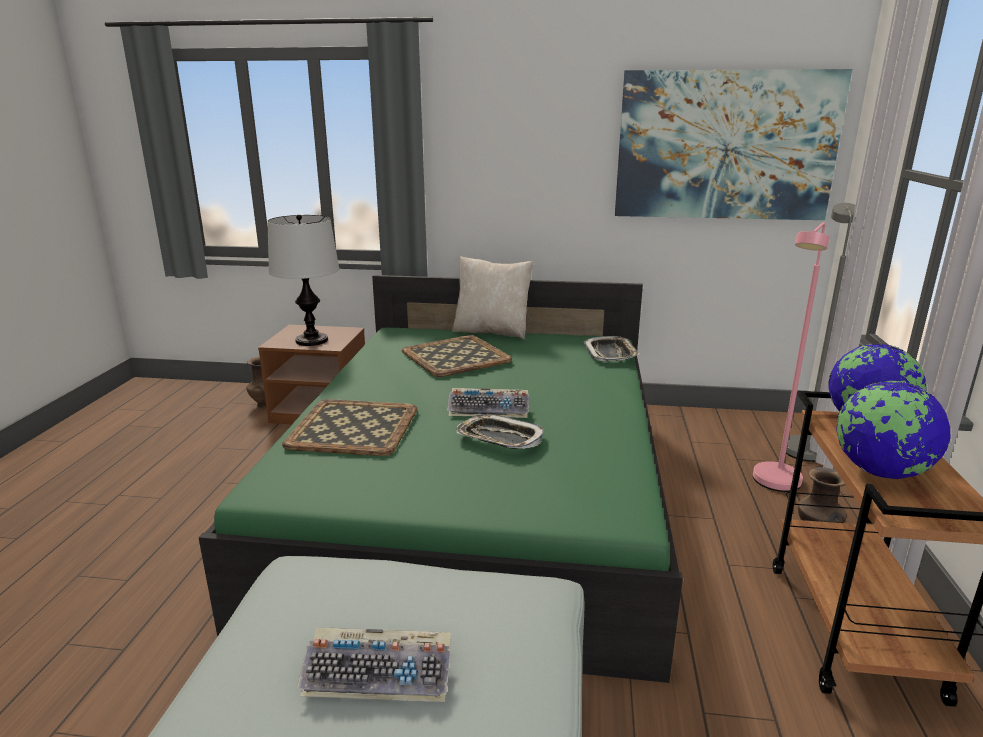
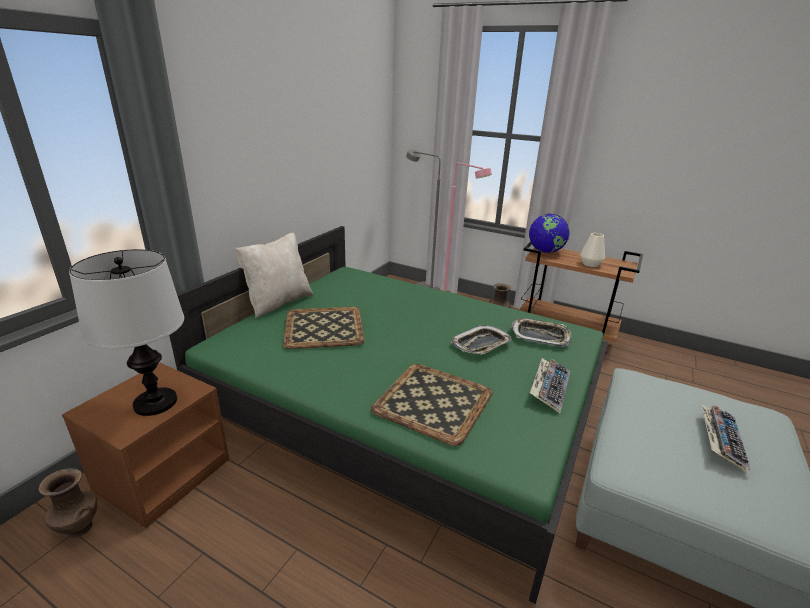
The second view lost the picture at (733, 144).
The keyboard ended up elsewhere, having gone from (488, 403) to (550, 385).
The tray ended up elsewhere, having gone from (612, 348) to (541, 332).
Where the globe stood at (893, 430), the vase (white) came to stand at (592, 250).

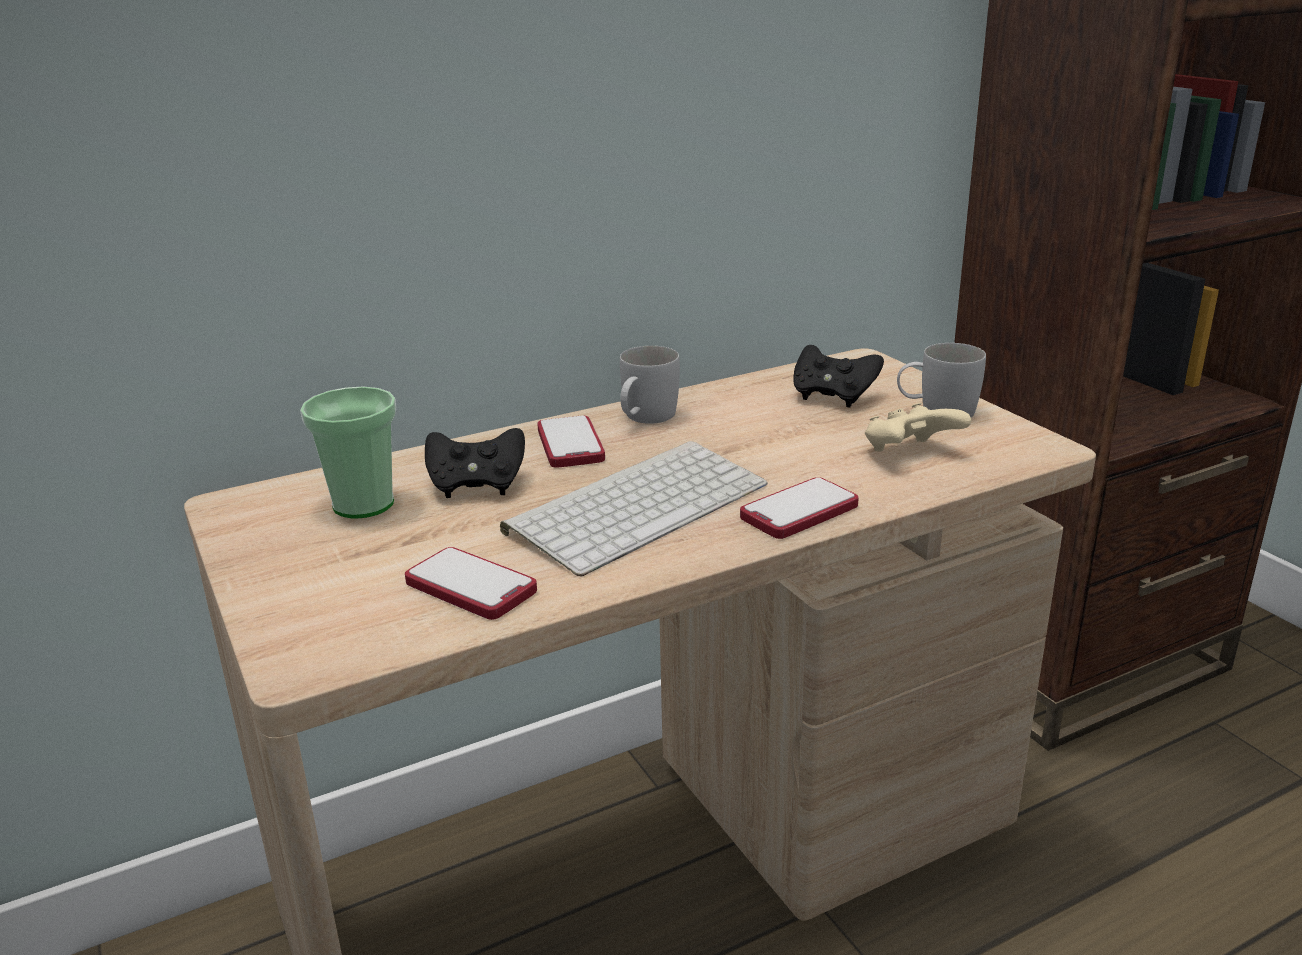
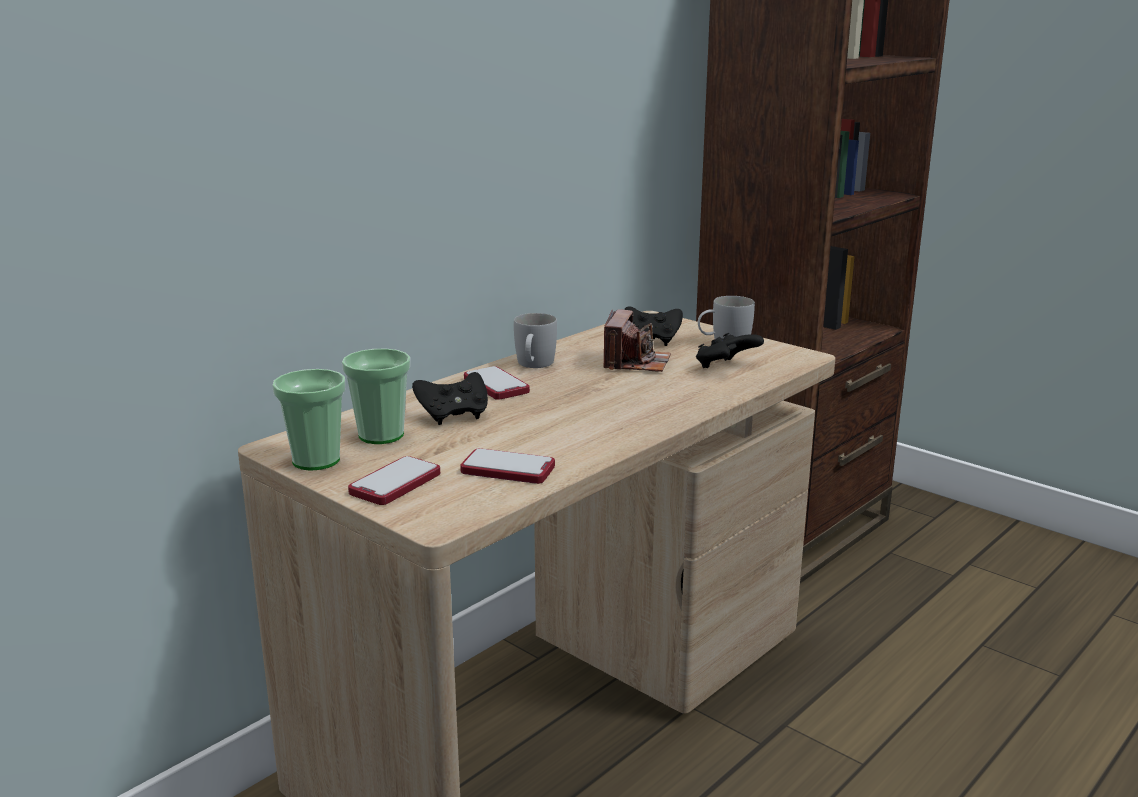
The second view lost the keyboard at (634, 508).
The second view gained the cup at (308, 420).
The second view gained the photo camera at (637, 340).
The phone ended up elsewhere, having gone from (799, 508) to (394, 480).
What was the game controller (beige) at (918, 427) turned into the game controller (black) at (730, 350).

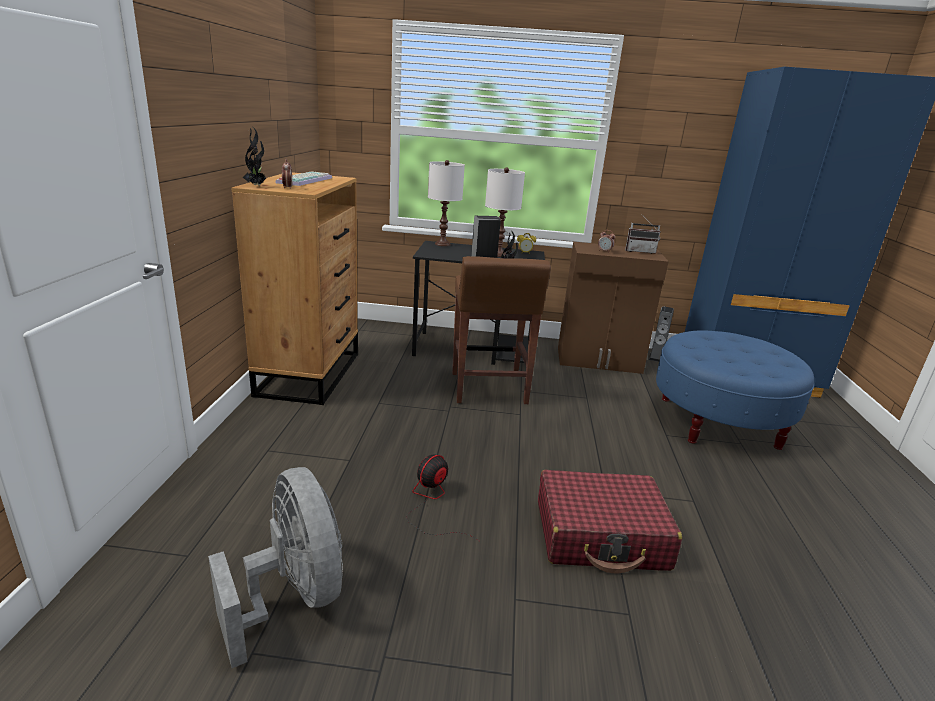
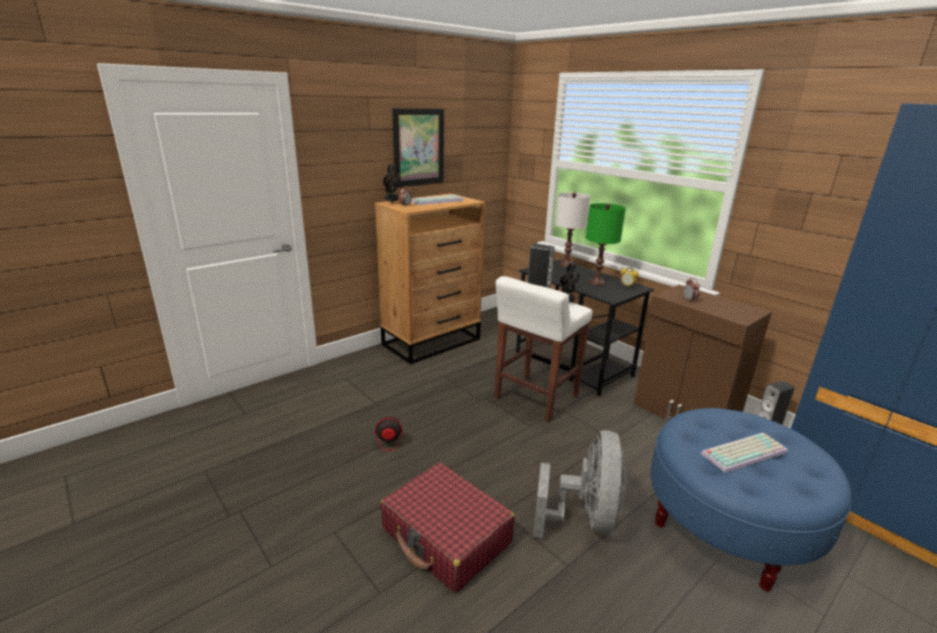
The second view lost the radio at (642, 234).
The second view gained the picture at (418, 147).
The second view gained the keyboard at (744, 453).
The fan (grey) ended up elsewhere, having gone from (275, 567) to (580, 484).
What was the stool (brown) at (501, 330) turned into the stool (white) at (543, 349).
What was the table lamp (white) at (505, 212) turned into the table lamp (green) at (606, 244).

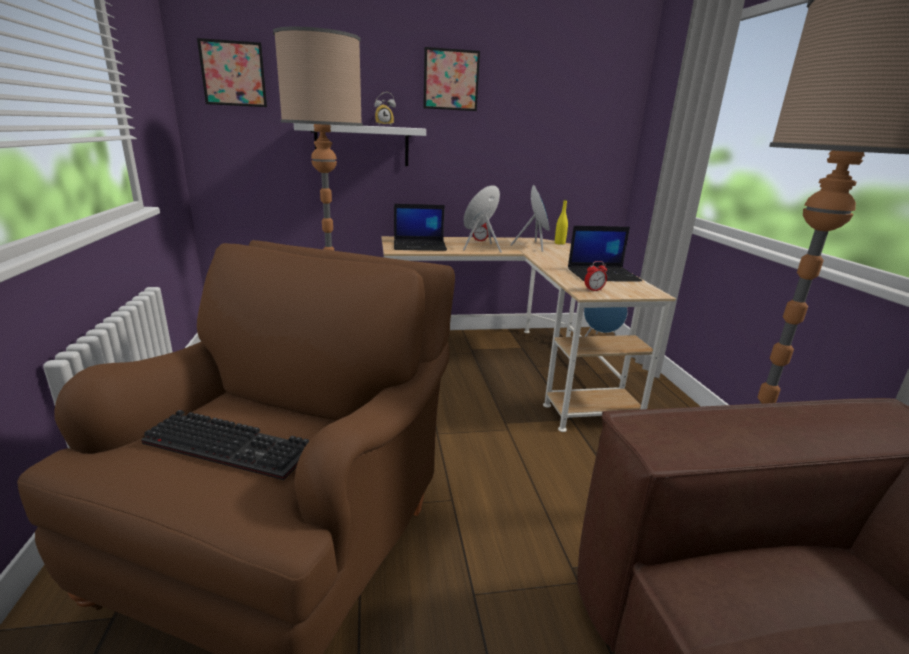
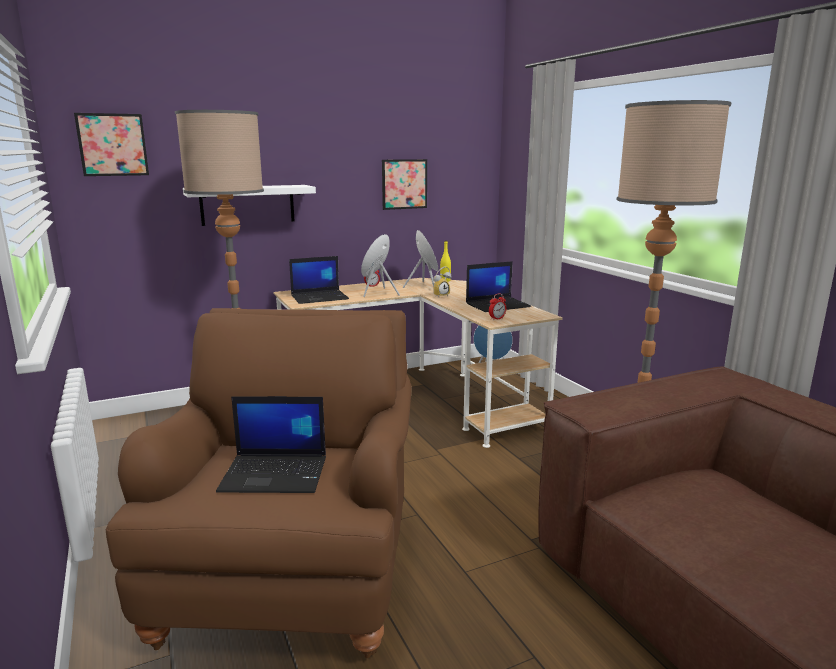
The alarm clock ended up elsewhere, having gone from (385, 109) to (442, 282).
The picture ended up elsewhere, having gone from (451, 79) to (404, 184).
Where the keyboard stood at (225, 445), the laptop came to stand at (271, 444).

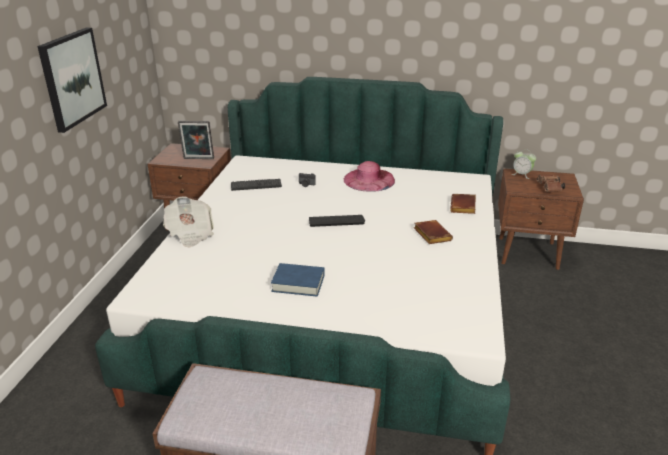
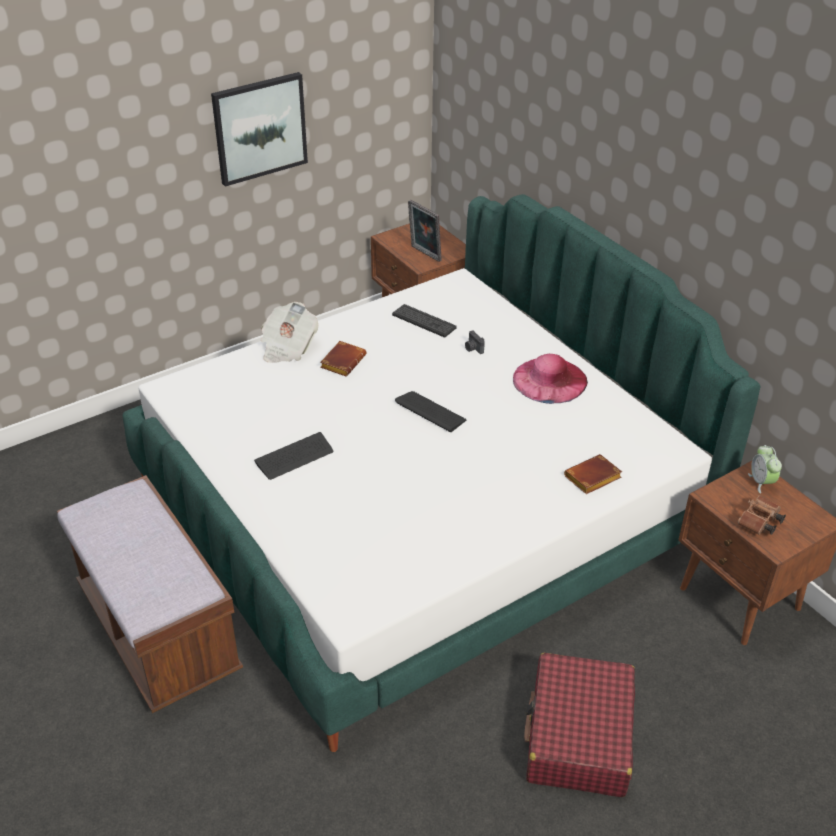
The second view gained the suitcase (red) at (579, 725).
The book (brown) ended up elsewhere, having gone from (433, 232) to (343, 359).
Where the book (blue) stood at (298, 280), the keyboard came to stand at (293, 456).

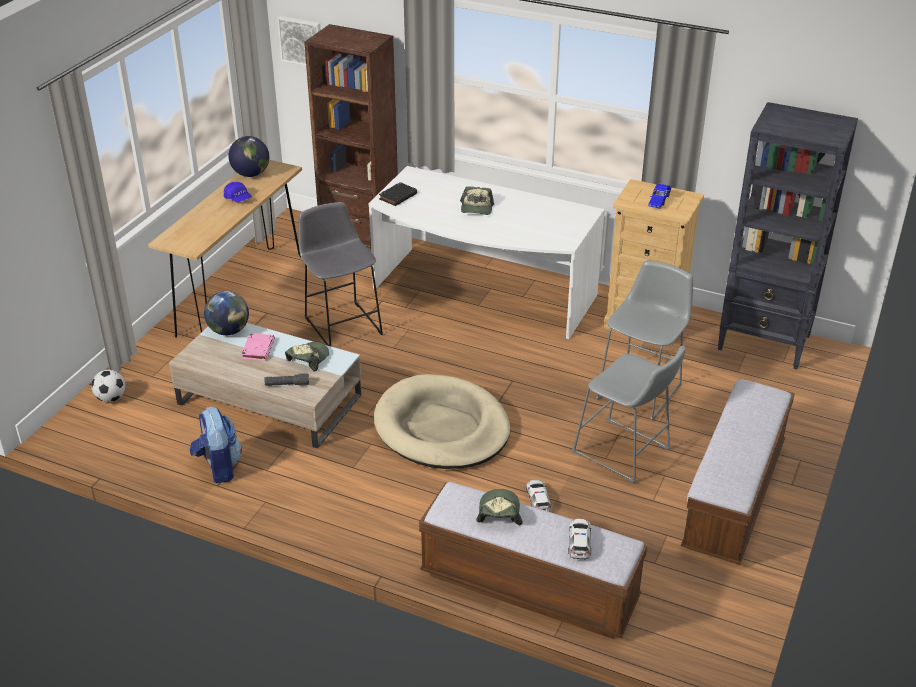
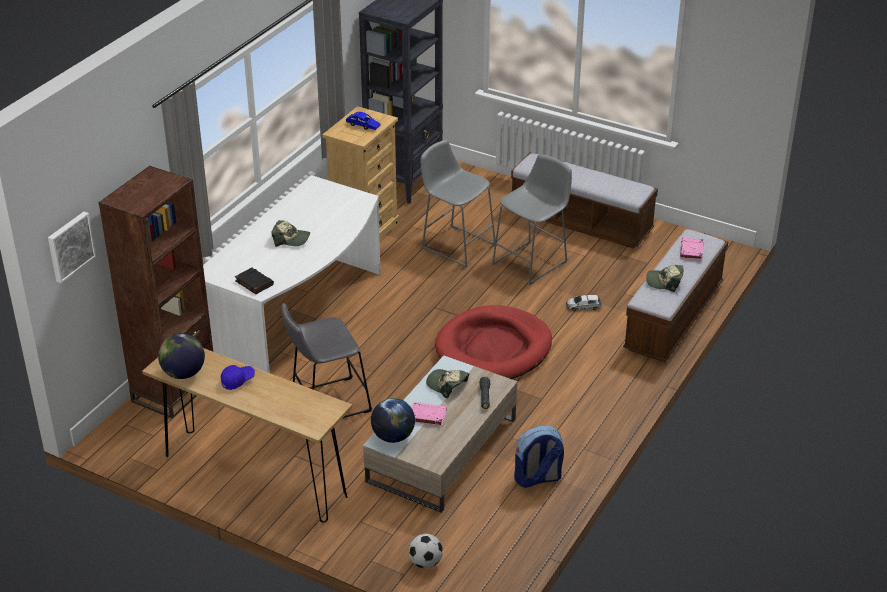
Where the toy car stood at (579, 539), the book (pink) came to stand at (692, 249).
What was the dog bed (beige) at (442, 421) turned into the dog bed (red) at (493, 342).

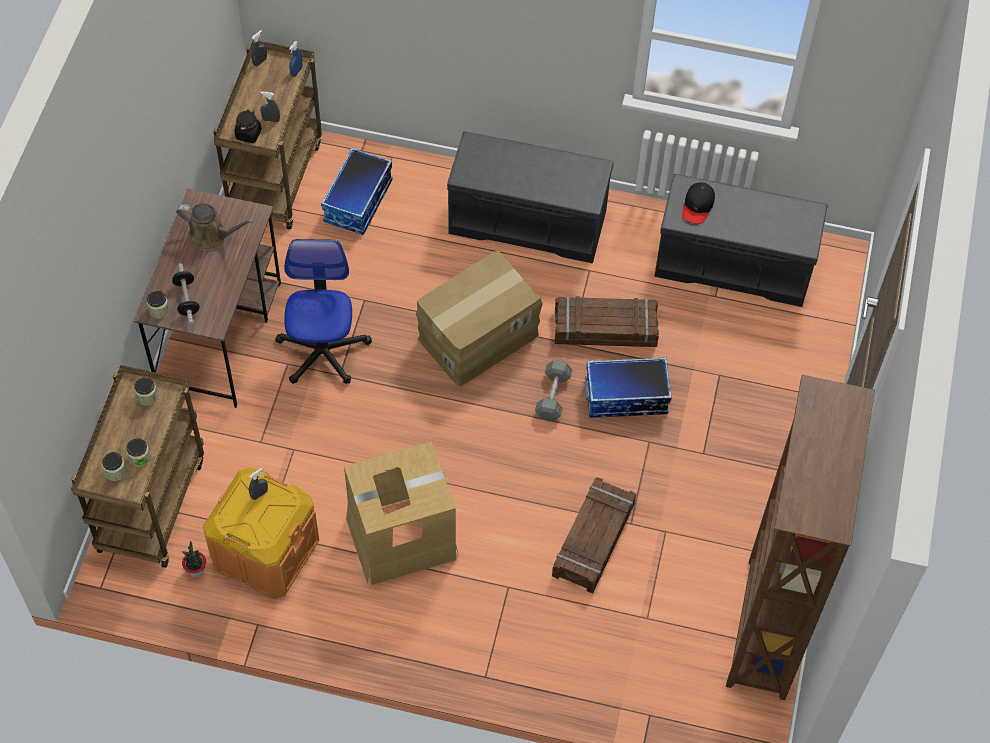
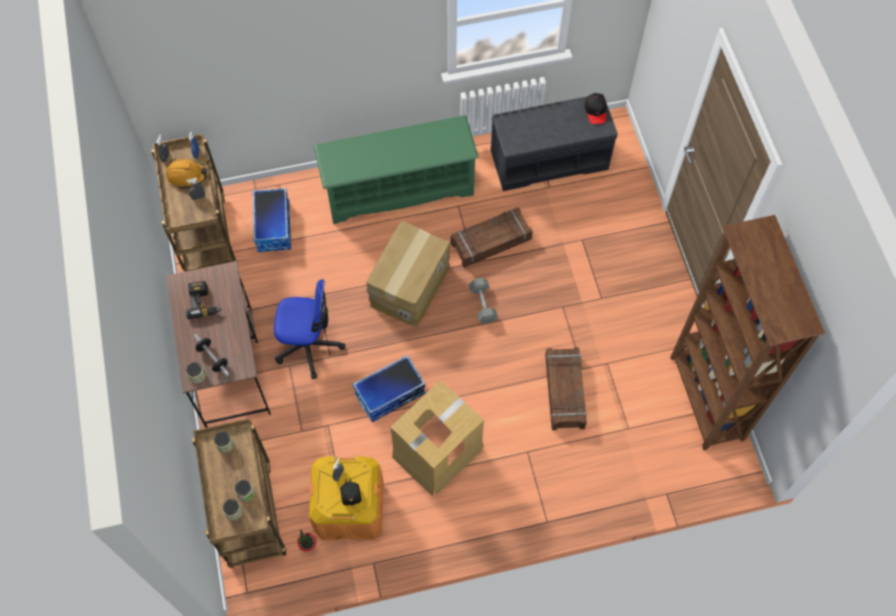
The second view gained the hard hat (orange) at (187, 174).
The jar (black) ended up elsewhere, having gone from (248, 126) to (351, 492).
The storage box ended up elsewhere, having gone from (628, 387) to (389, 388).
The cap (black) ended up elsewhere, having gone from (698, 203) to (596, 108).
Where the watering can (brown) stood at (215, 227), the power drill came to stand at (204, 300).
Where the bench (grey) stood at (530, 197), the shoe rack (green) came to stand at (396, 169).
The office chair at (323, 311) ended up facing another way, 120 degrees clockwise from before.

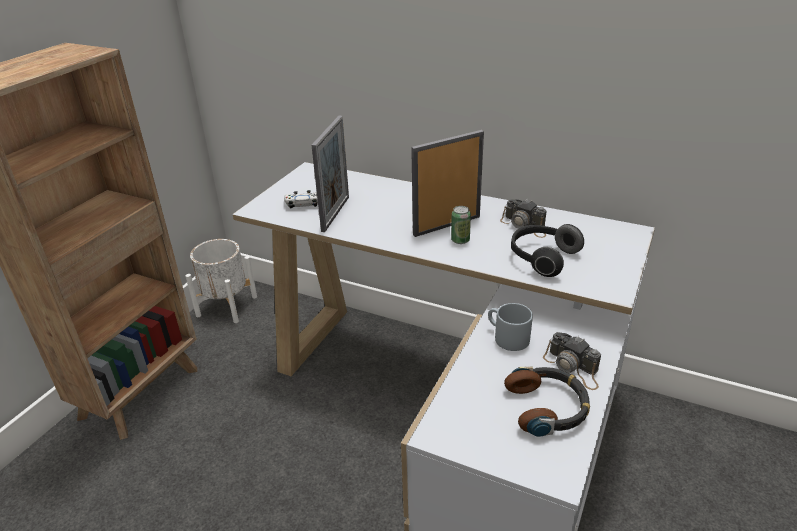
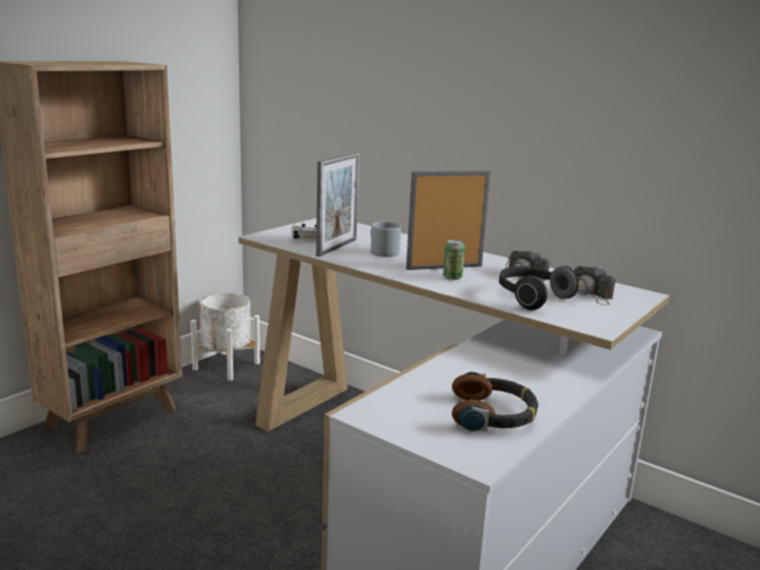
The mug (grey) ended up elsewhere, having gone from (510, 327) to (385, 239).
The photo camera ended up elsewhere, having gone from (572, 361) to (595, 285).

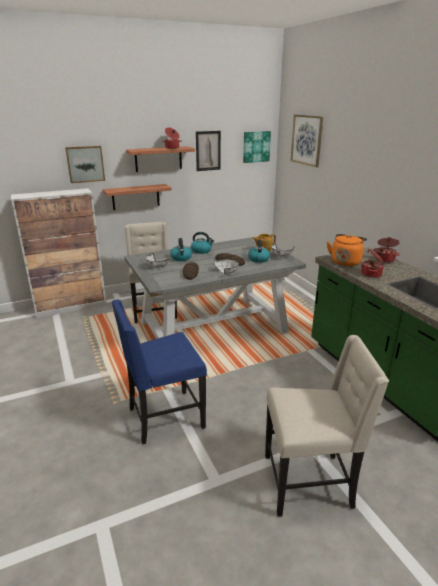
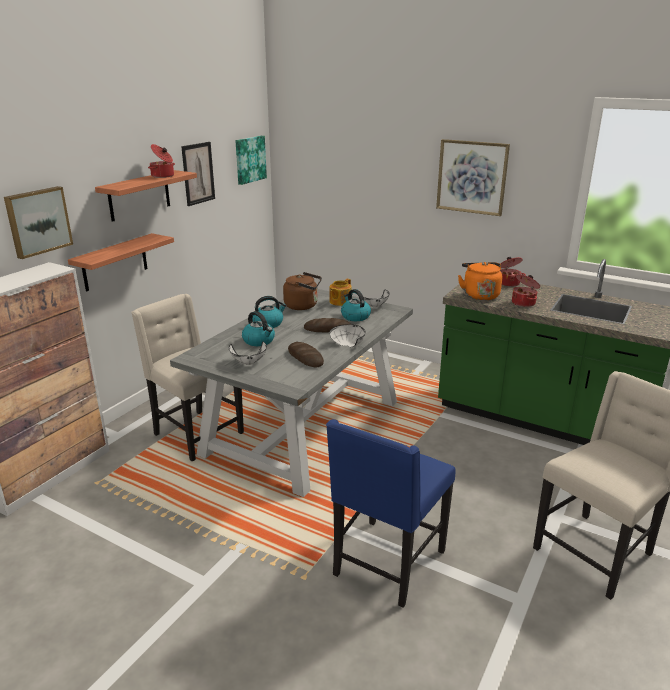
The second view gained the kettle (brown) at (302, 291).
The picture ended up elsewhere, having gone from (307, 141) to (473, 177).

